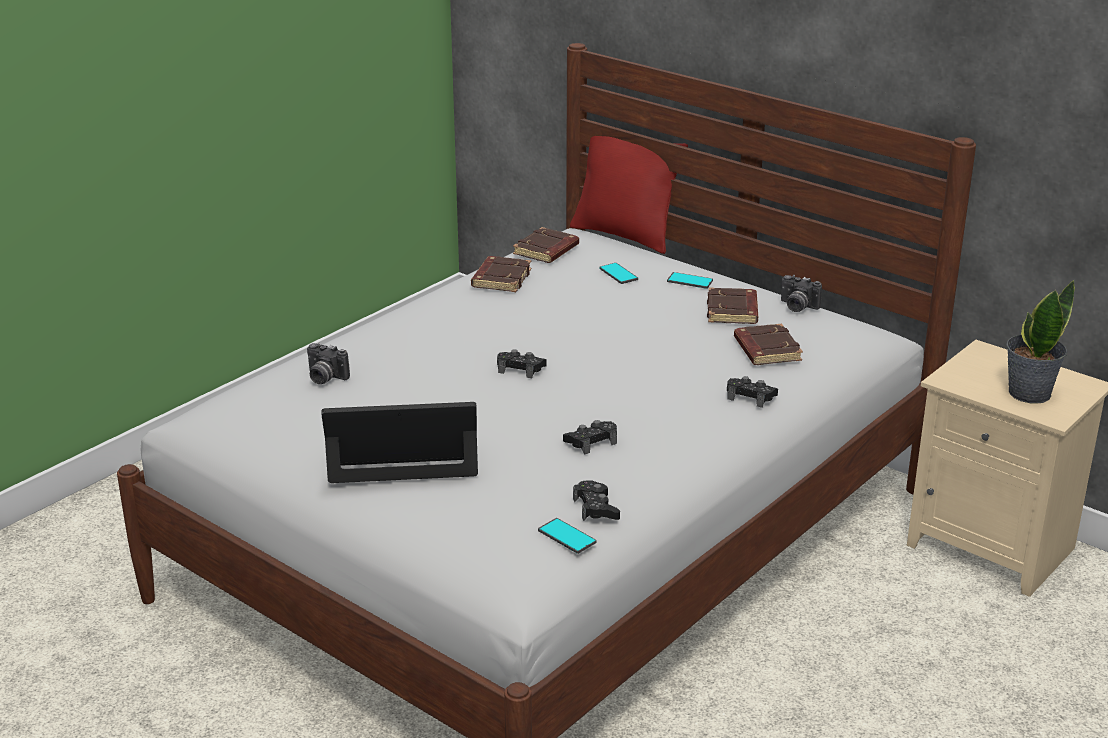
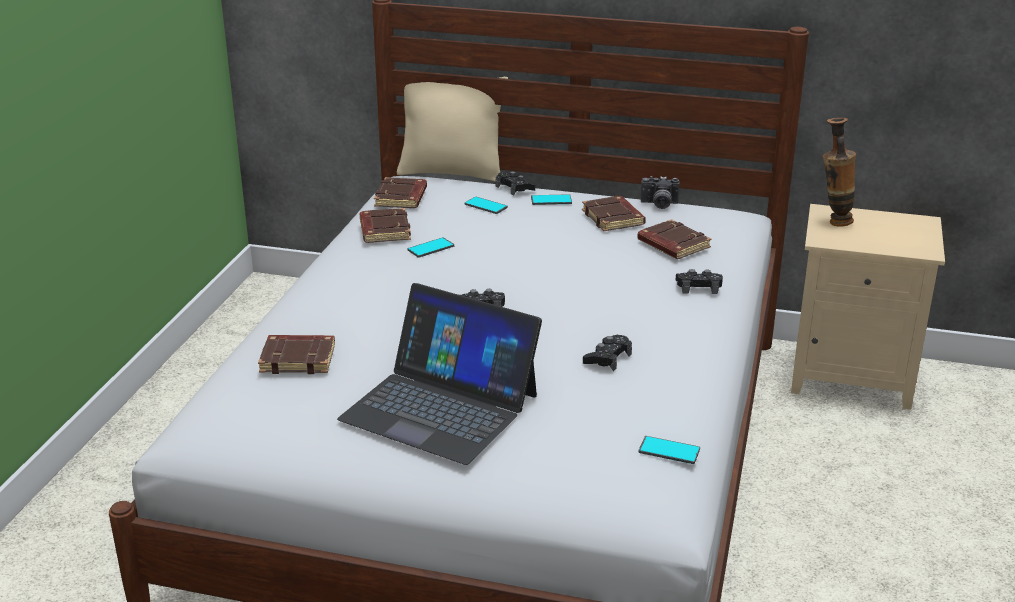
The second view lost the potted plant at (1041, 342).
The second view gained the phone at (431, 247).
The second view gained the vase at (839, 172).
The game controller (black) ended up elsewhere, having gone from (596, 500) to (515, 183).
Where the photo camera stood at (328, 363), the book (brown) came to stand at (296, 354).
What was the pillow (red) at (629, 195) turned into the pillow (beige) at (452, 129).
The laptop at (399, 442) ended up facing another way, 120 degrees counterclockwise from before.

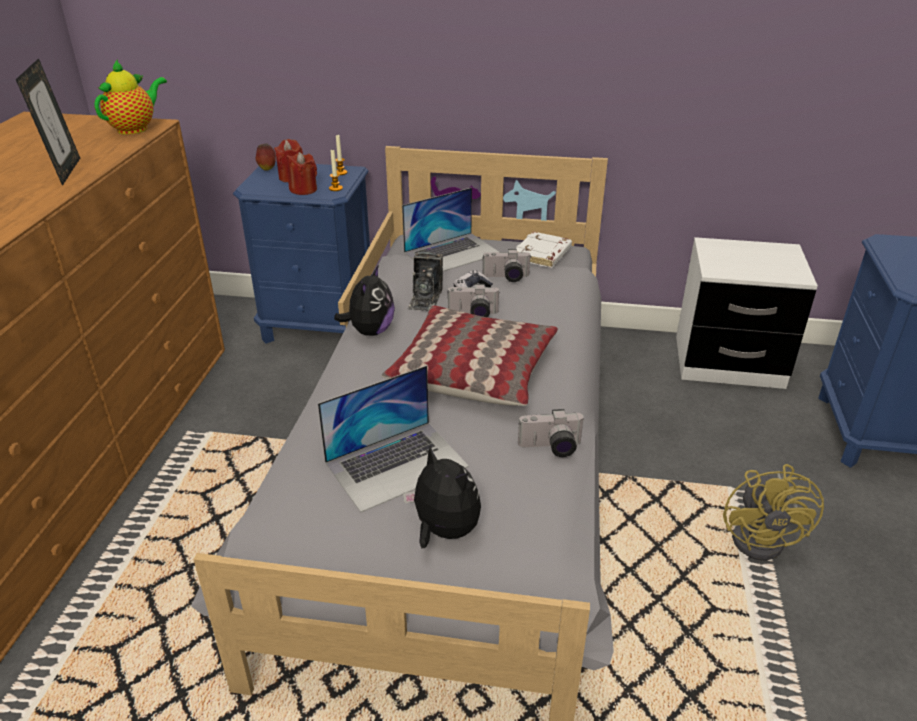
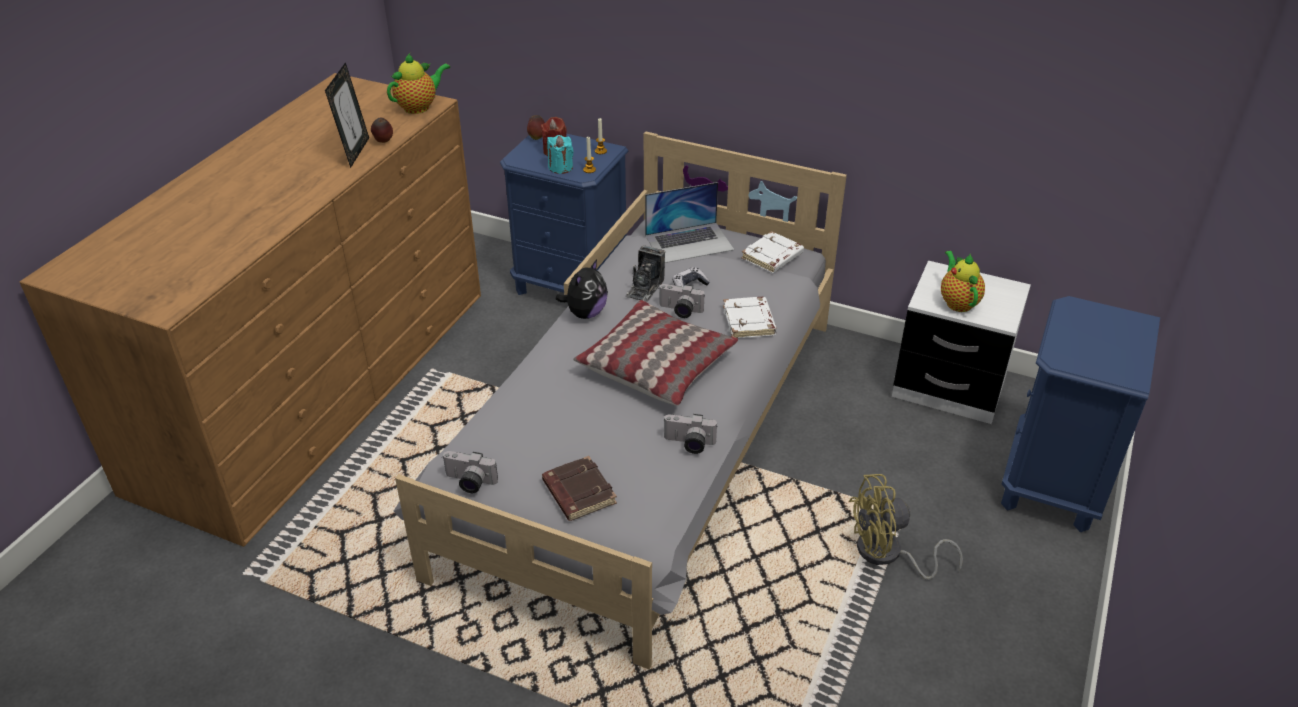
The second view lost the laptop at (393, 438).
The second view gained the apple at (382, 130).
The second view gained the book (white) at (750, 317).
The second view gained the teapot at (963, 281).
The photo camera ended up elsewhere, having gone from (506, 265) to (470, 472).
Where the plush toy stood at (442, 497), the book (brown) came to stand at (579, 488).
What was the candle (red) at (301, 173) turned into the candle (turquoise) at (560, 154).
The fan (yellow) at (773, 512) ended up facing another way, 60 degrees clockwise from before.

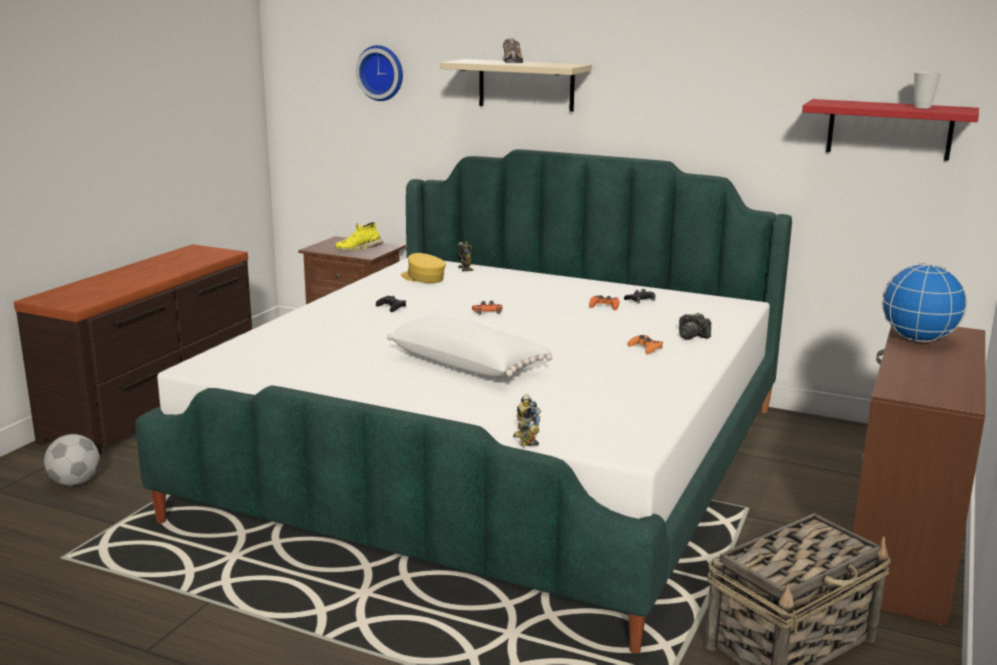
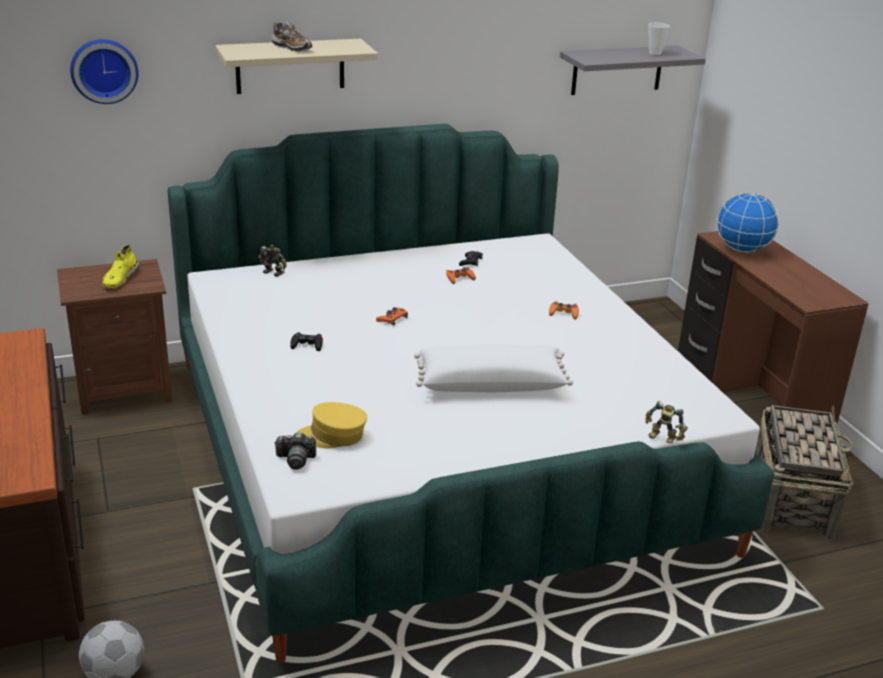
The cap (yellow) ended up elsewhere, having gone from (423, 268) to (332, 425).
The photo camera ended up elsewhere, having gone from (695, 326) to (295, 451).
What was the shelf (red) at (890, 130) turned into the shelf (grey) at (633, 70).

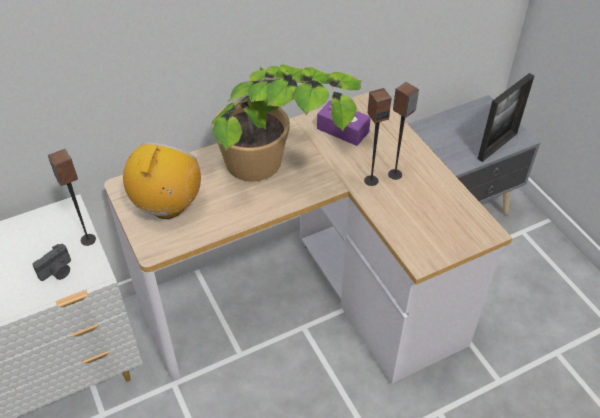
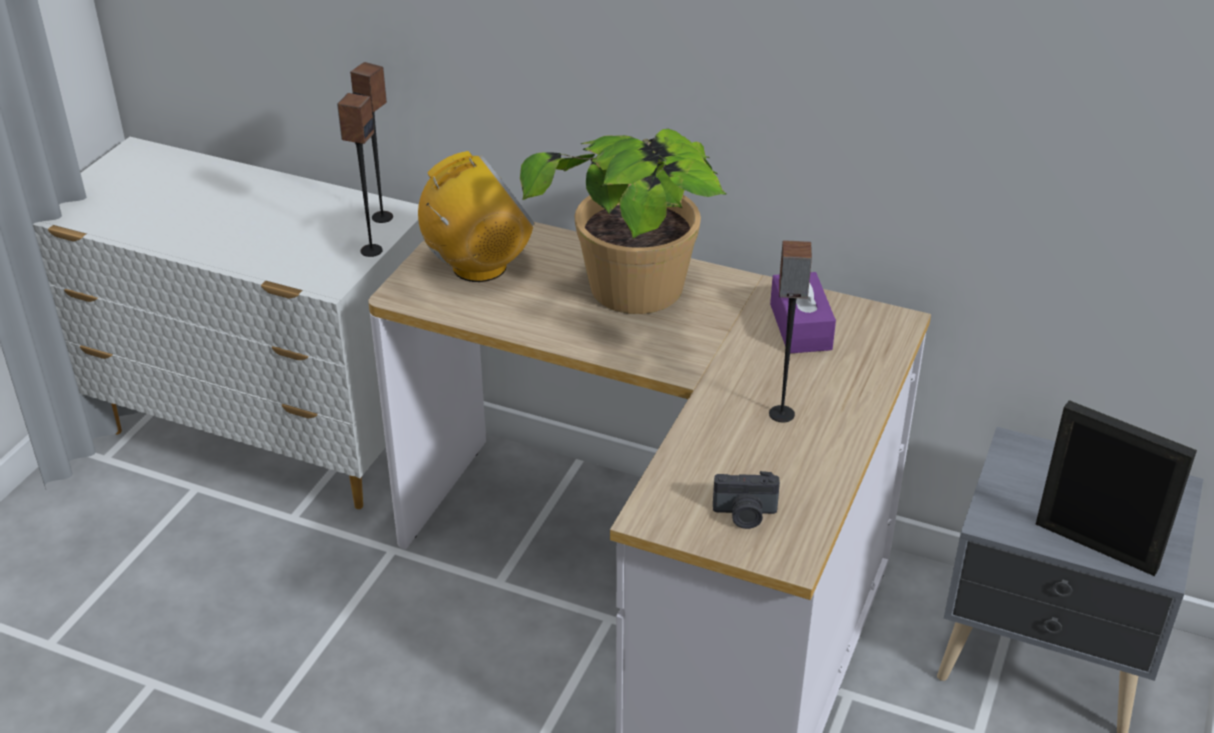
The photo camera ended up elsewhere, having gone from (51, 262) to (746, 500).
The speaker ended up elsewhere, having gone from (378, 137) to (371, 142).
The picture frame at (506, 117) ended up facing another way, 150 degrees counterclockwise from before.

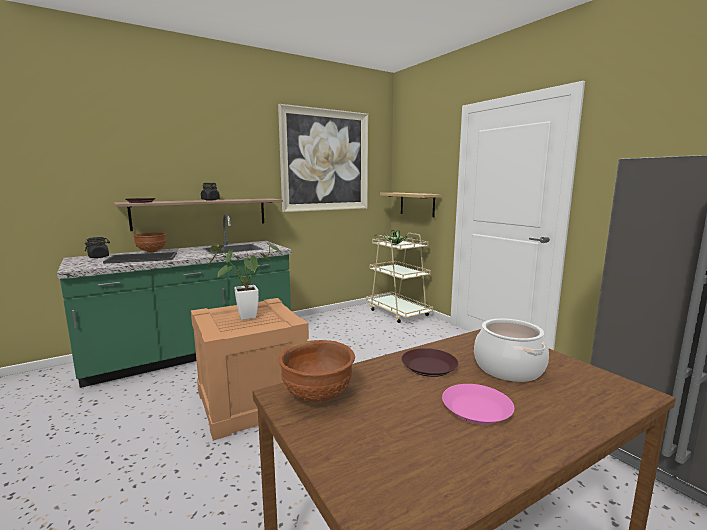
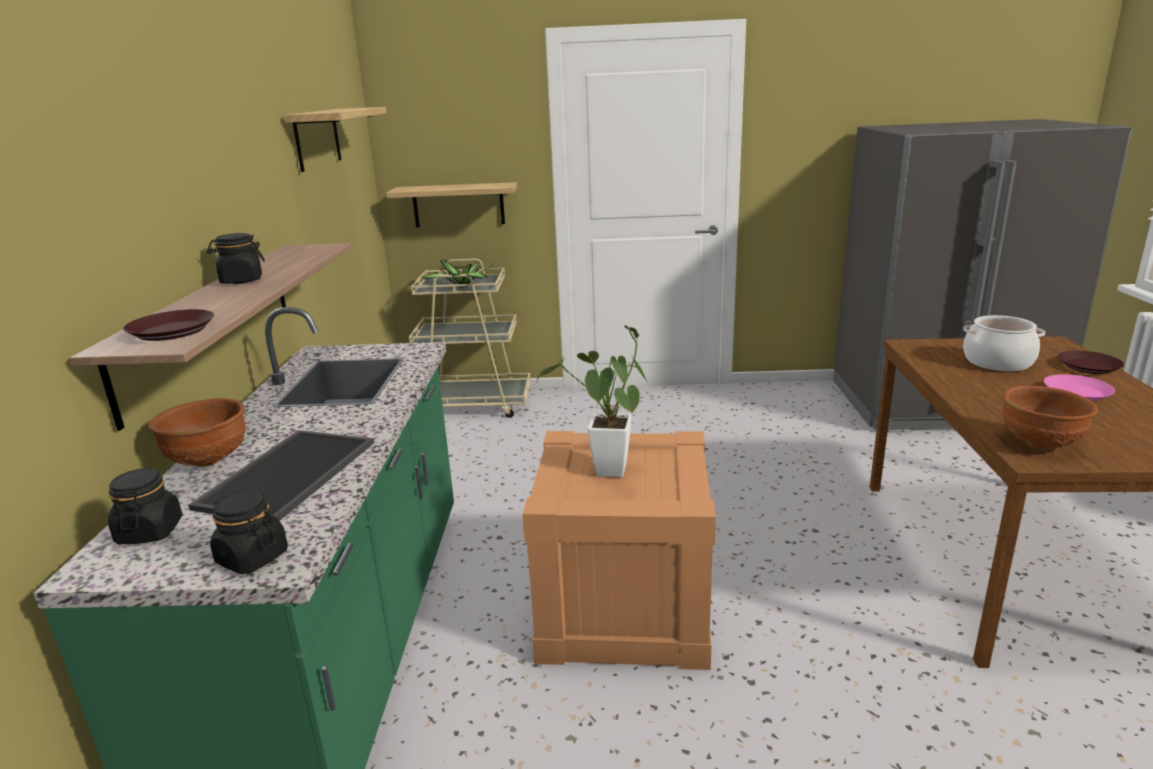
The second view gained the jar (black) at (249, 532).
The plate (brown) ended up elsewhere, having gone from (429, 362) to (1091, 362).
Where the picture hung at (323, 158), the shelf came to hang at (334, 139).

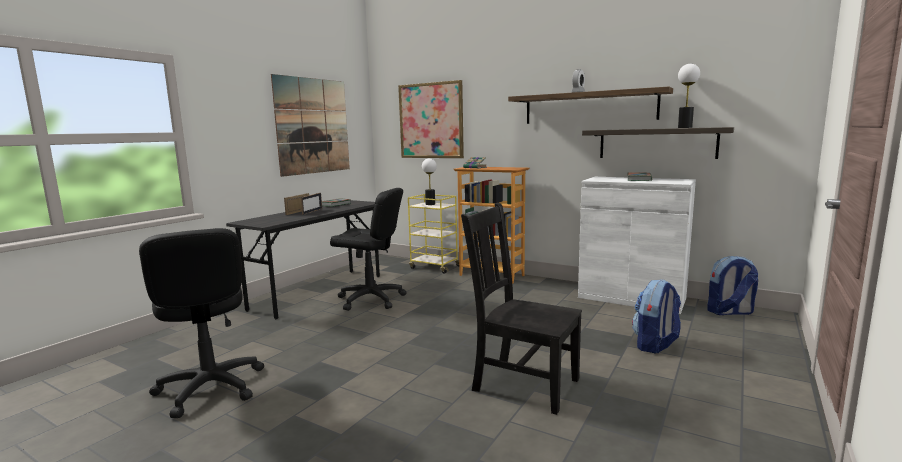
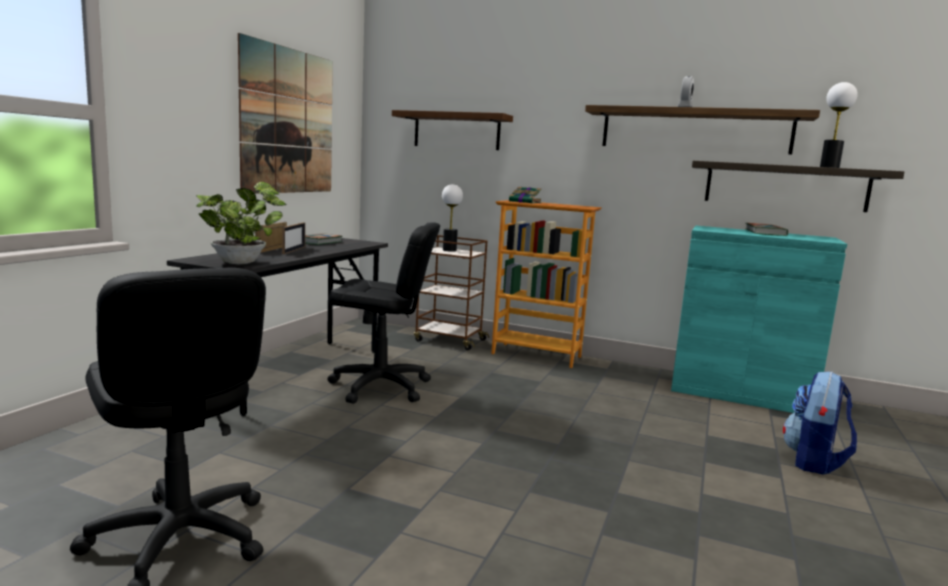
The second view lost the chair (black) at (521, 309).
The second view lost the backpack at (732, 285).
The second view gained the potted plant at (241, 223).
Where the picture hung at (431, 119), the shelf (brown) came to hang at (452, 130).
What was the cart (yellow) at (433, 234) turned into the cart (brown) at (451, 292).
What was the cabinet (white) at (637, 245) turned into the cabinet (turquoise) at (759, 319).

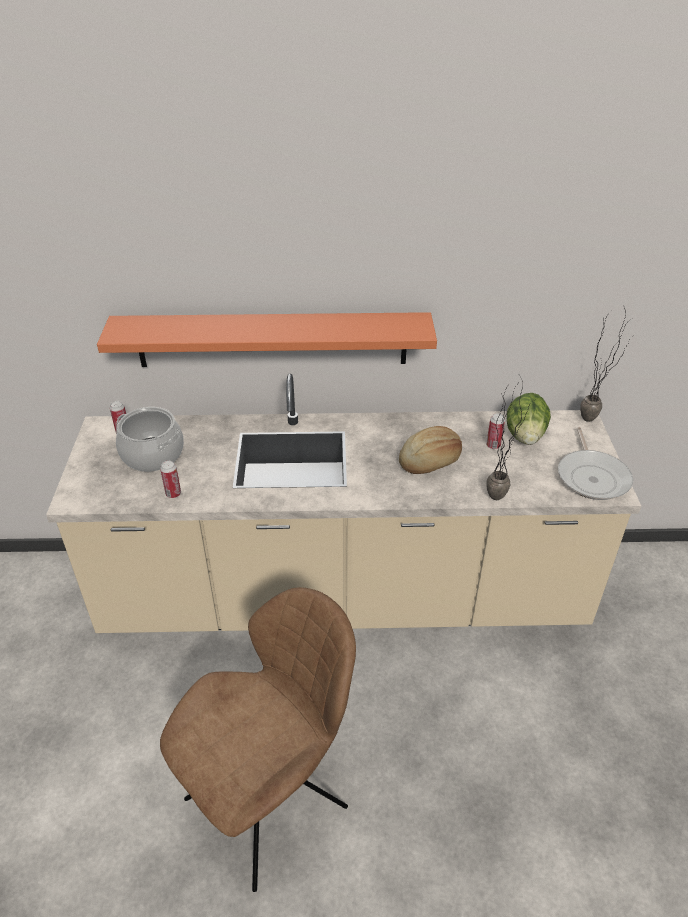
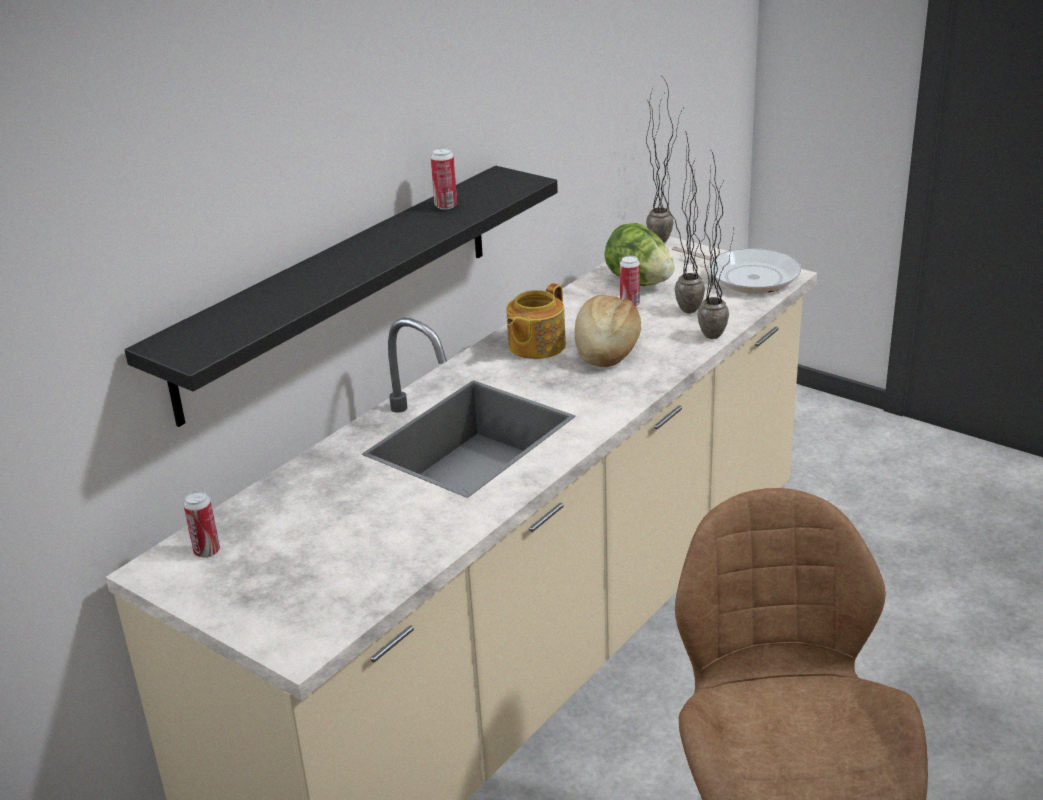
The second view lost the cooking pot at (150, 439).
The second view gained the teapot at (536, 321).
The second view gained the potted plant at (688, 222).
The can ended up elsewhere, having gone from (170, 479) to (444, 178).
What was the shelf (orange) at (267, 339) turned into the shelf (black) at (341, 296).

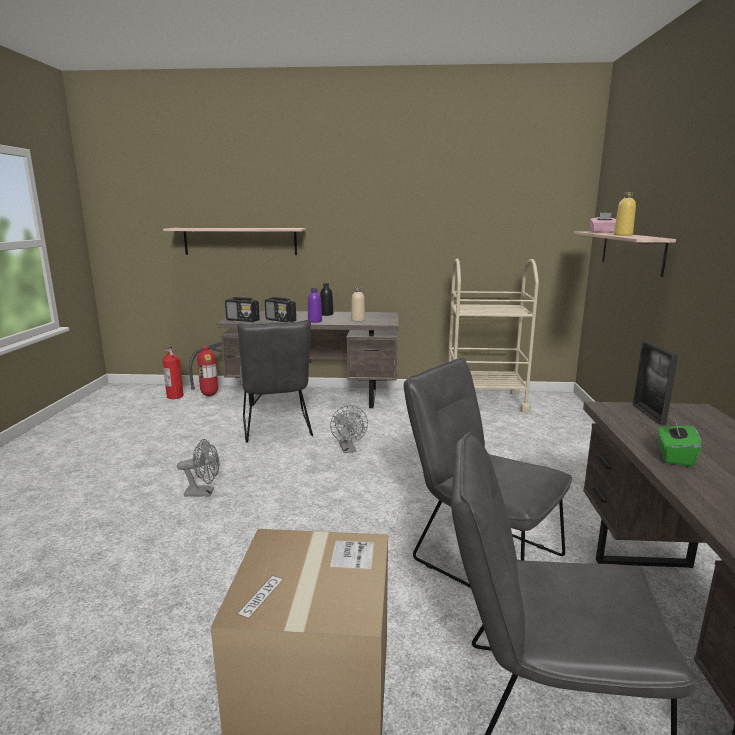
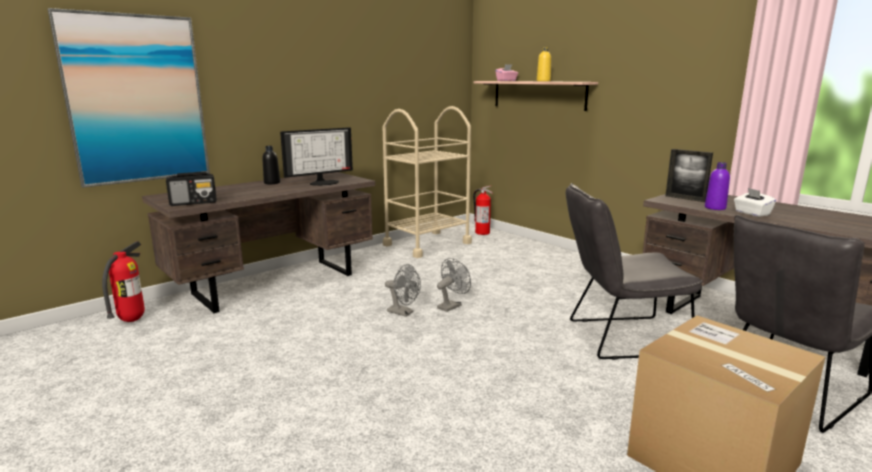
The second view lost the chair (grey) at (275, 381).
The second view lost the radio at (280, 309).
The fire extinguisher ended up elsewhere, having gone from (173, 373) to (483, 210).
The fan (grey) ended up elsewhere, having gone from (198, 468) to (454, 285).
The bottle (purple) ended up elsewhere, having gone from (315, 305) to (717, 186).
Where the shelf hung at (234, 241), the picture came to hang at (129, 98).
Where the bottle (beige) stood at (358, 304), the monitor came to stand at (316, 156).
What was the tissue box (green) at (680, 443) turned into the tissue box (white) at (755, 202).

